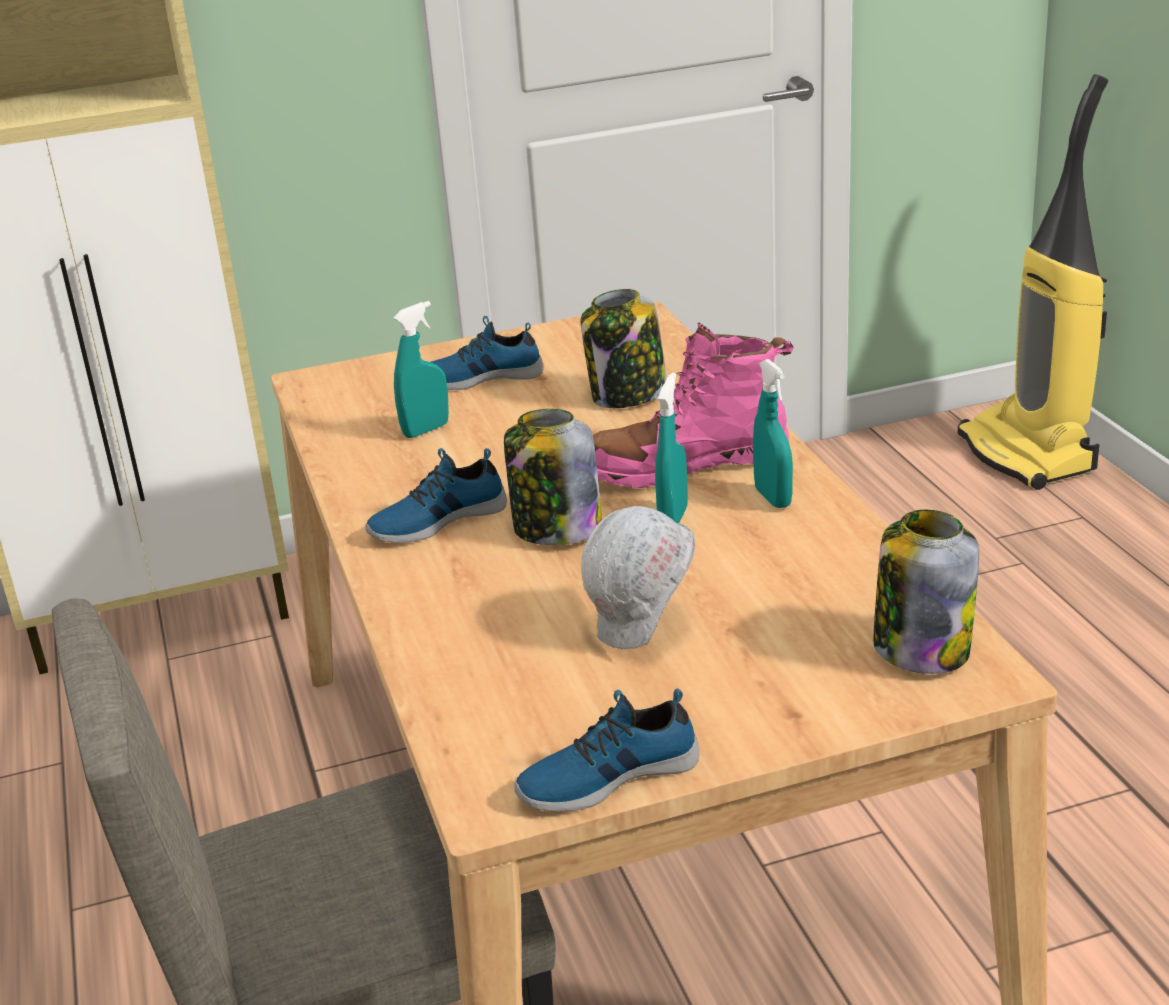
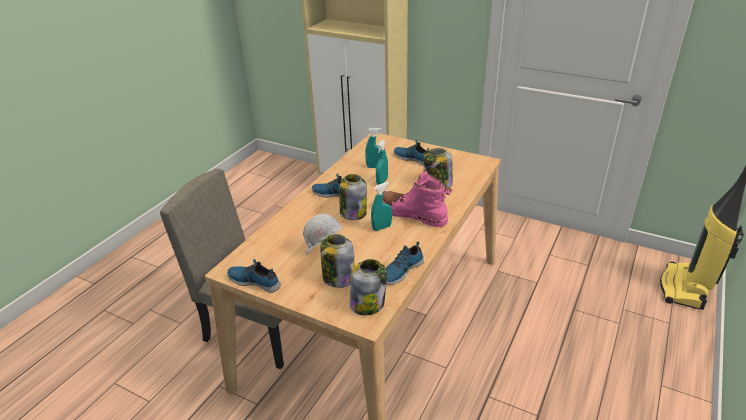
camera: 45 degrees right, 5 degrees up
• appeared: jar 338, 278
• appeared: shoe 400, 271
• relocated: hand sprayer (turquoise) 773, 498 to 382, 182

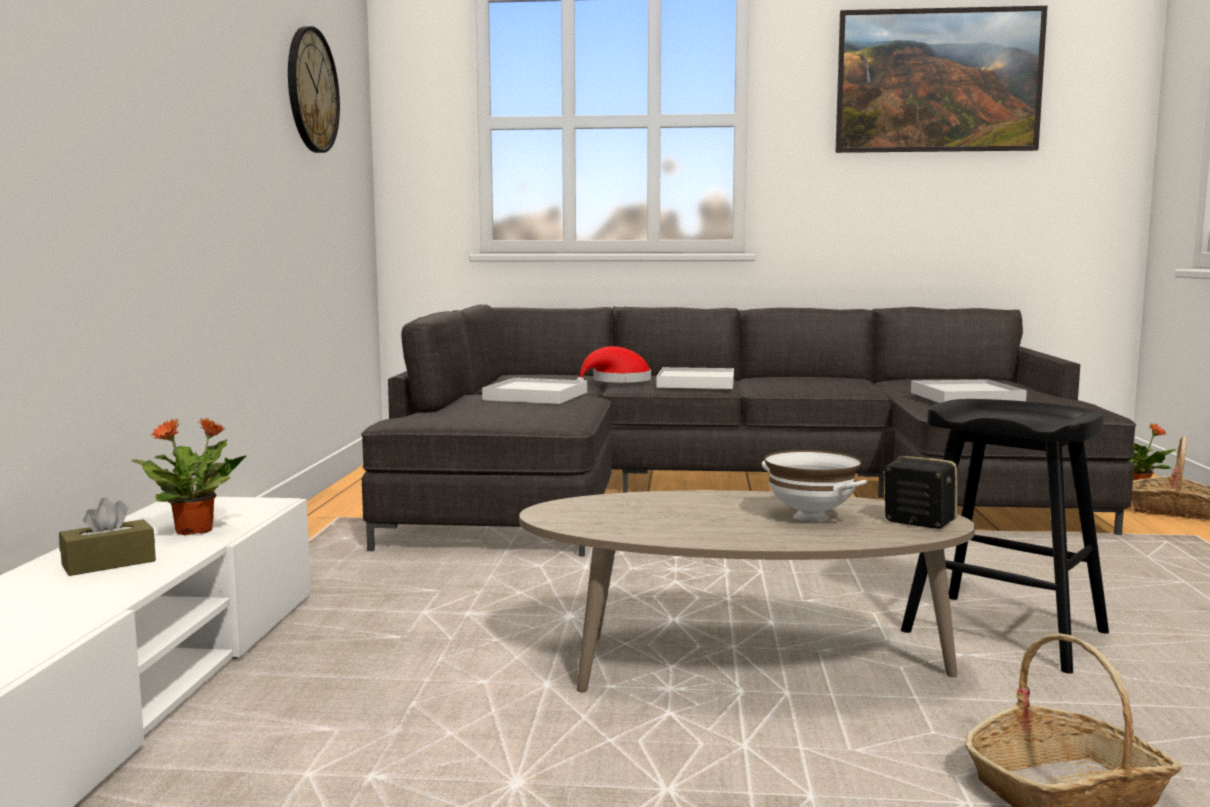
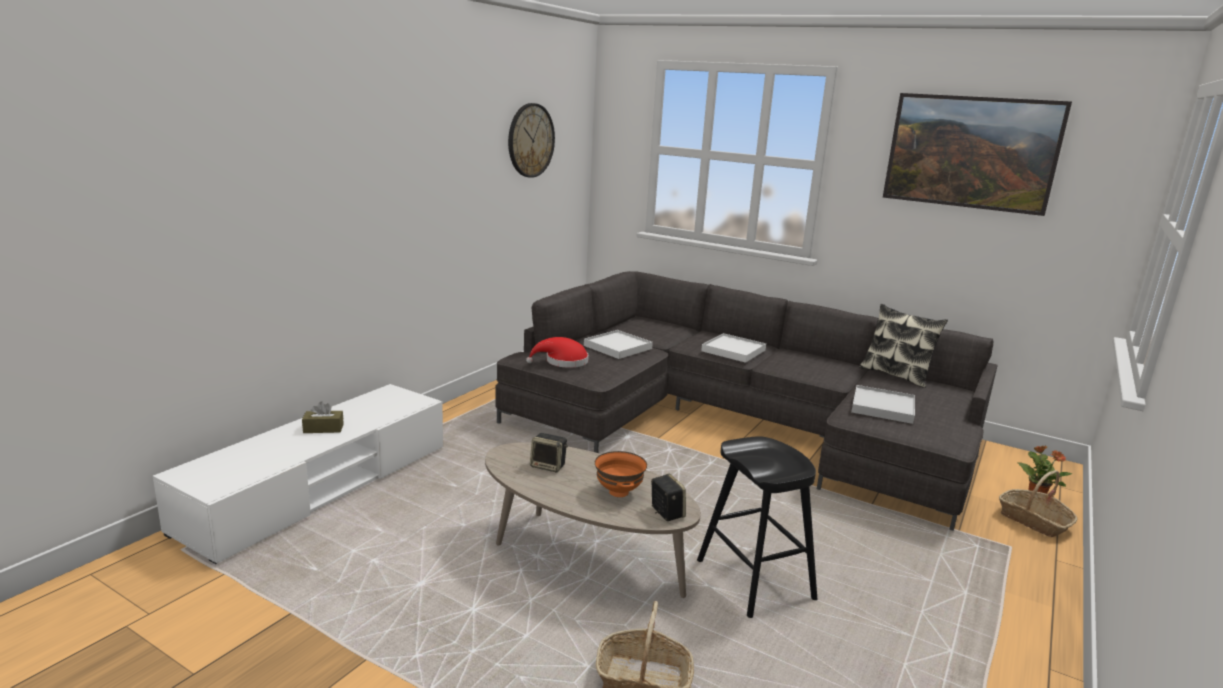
camera: 25 degrees right, 10 degrees up
• missing: potted plant 196, 530
• appeared: audio speaker 549, 466
• appeared: throw pillow 896, 375
• relocated: hat (reddish) 617, 382 to 563, 362
• colour: deep dish (white-coloured) 811, 517 to deep dish (orange) 619, 492

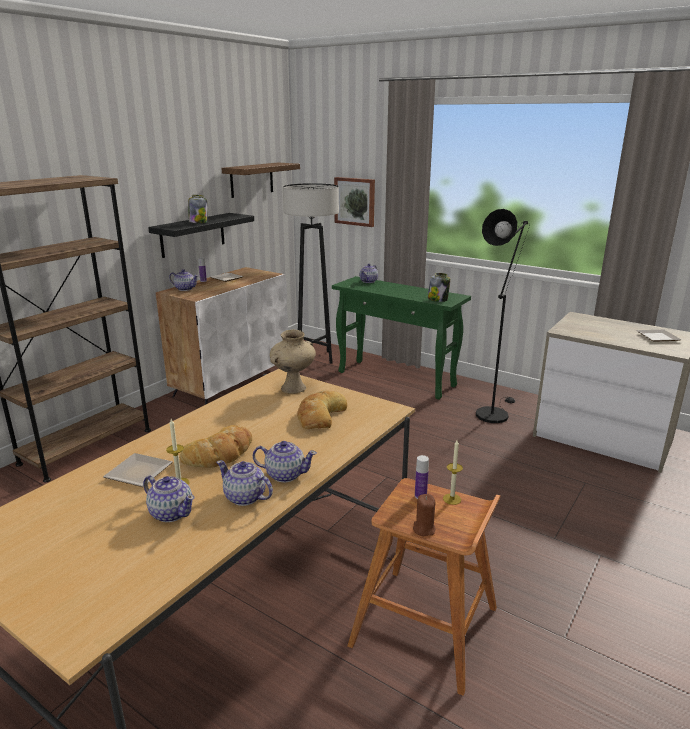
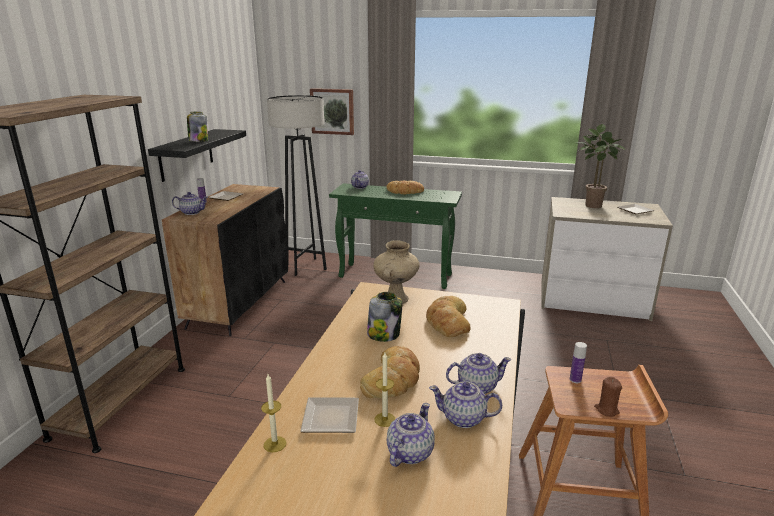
camera: 20 degrees left, 0 degrees up
• missing: shelf 251, 180
• missing: standing lamp (black-coloured) 493, 412
• appeared: baked bread 404, 191
• appeared: potted plant 590, 205
• relocated: jar 438, 299 to 384, 334
• relocated: candle 452, 499 to 275, 444
• colour: storage cabinet (white-coloured) 232, 382 to storage cabinet (black-coloured) 239, 303
• spun: pot for tea 171, 513 = 409, 453 75 degrees counterclockwise

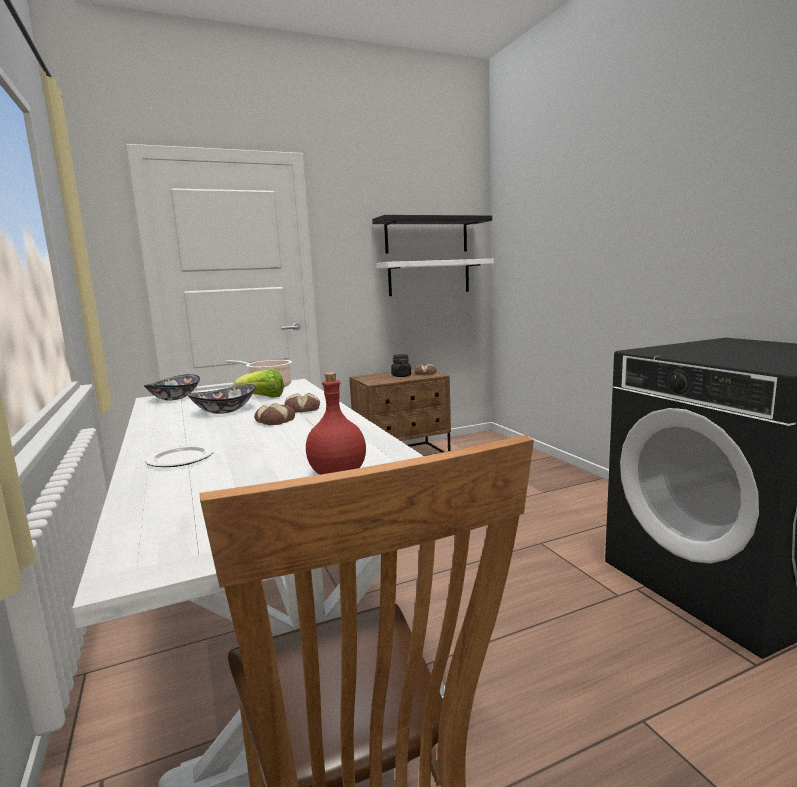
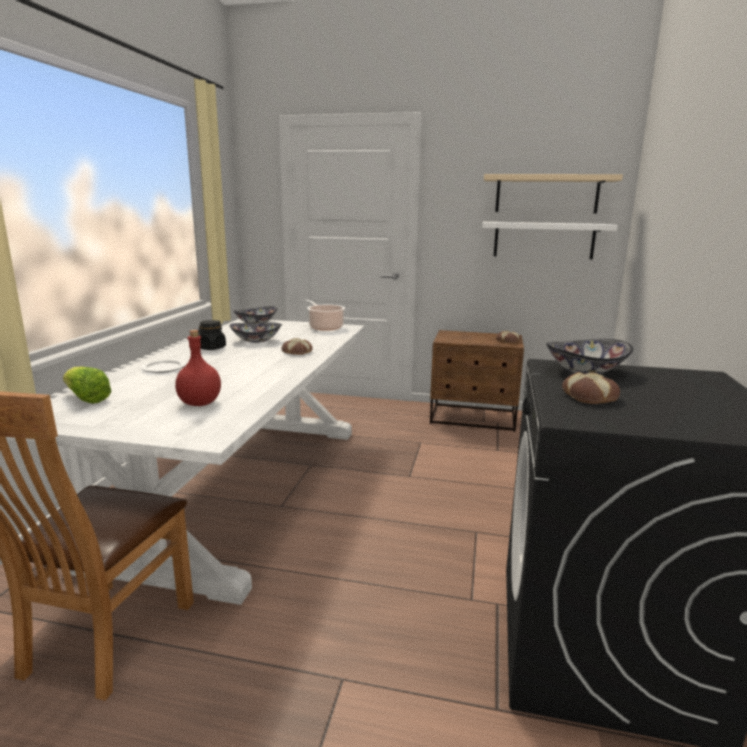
camera: 35 degrees right, 5 degrees up
• appeared: deep dish 585, 371
• relocated: lettuce head 262, 398 to 86, 399
• relocated: baked bread 276, 420 to 590, 396
• relocated: jar (black-coloured) 401, 376 to 211, 348
• colour: shelf (black-coloured) 426, 235 to shelf (sand-coloured) 546, 194

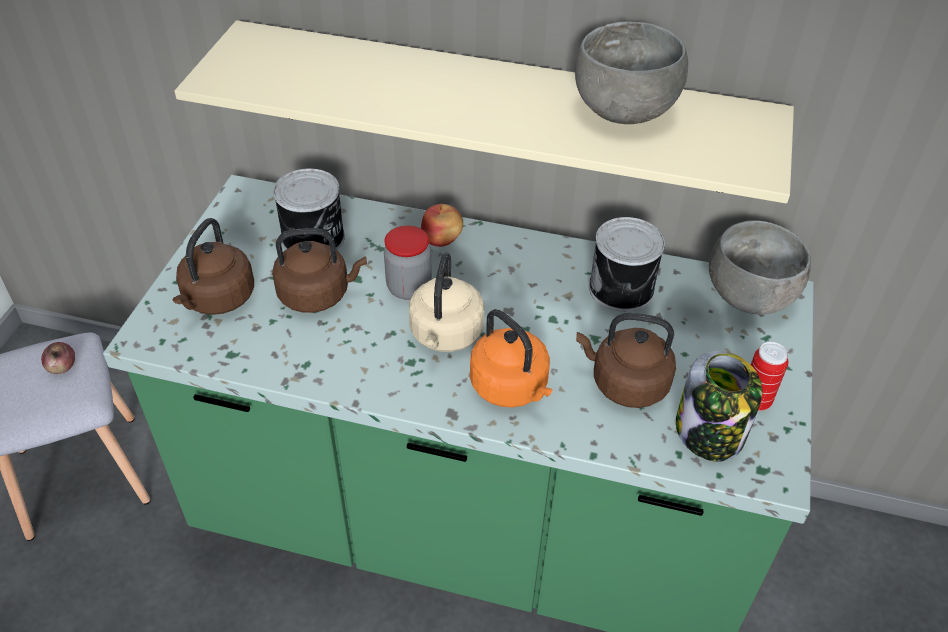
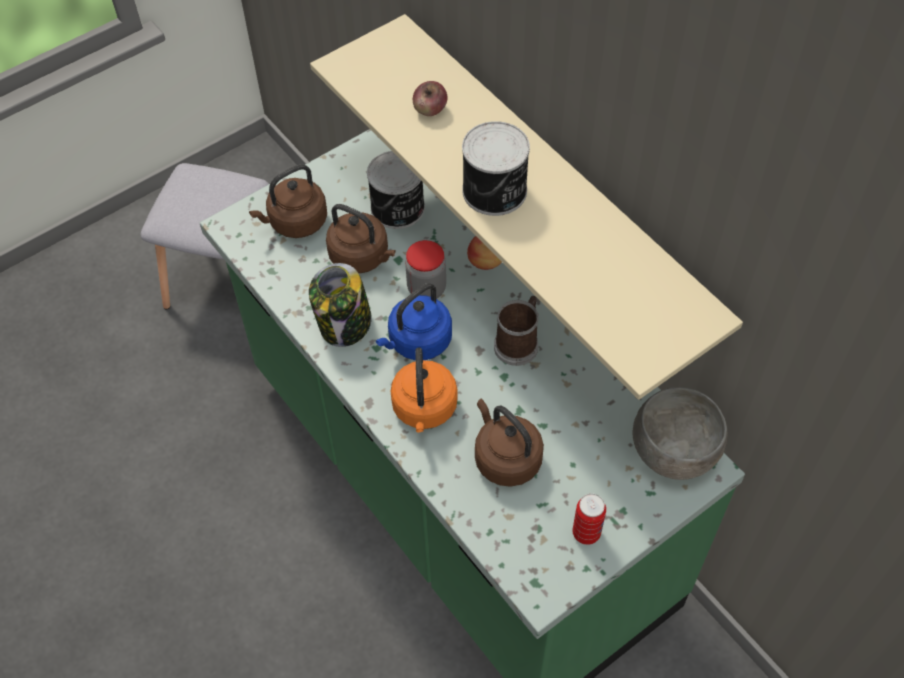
camera: 40 degrees right, 10 degrees up
• missing: deep dish (grey) 624, 111
• appeared: tea mug 519, 343
• relocated: apple 62, 367 to 430, 110
• relocated: sealed can 623, 288 to 496, 192
• relocated: jar 710, 433 to 344, 325
• colour: water kettle (sand-coloured) 445, 335 to water kettle (blue-coloured) 417, 342

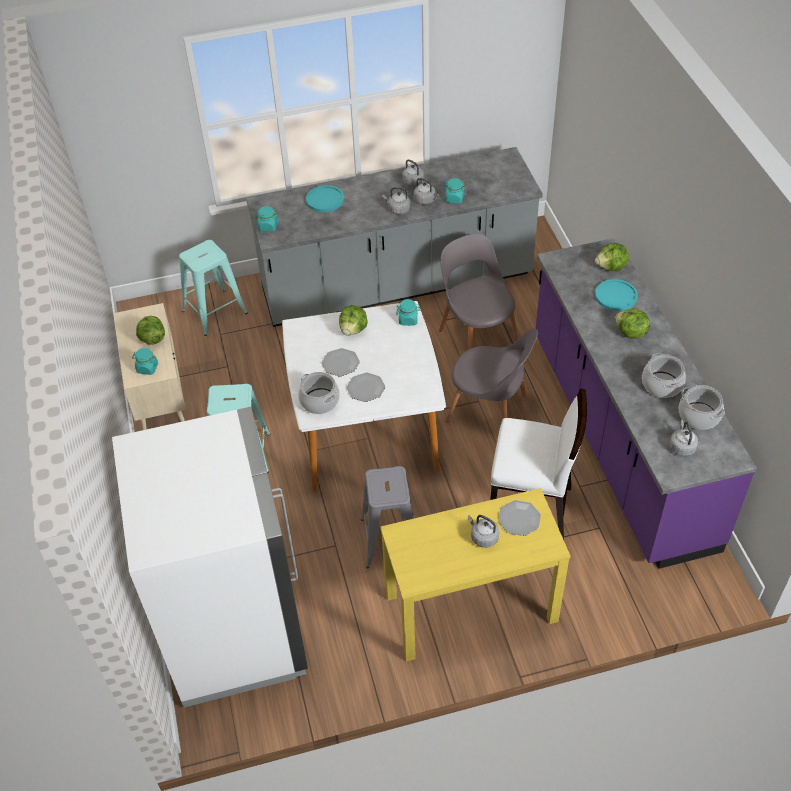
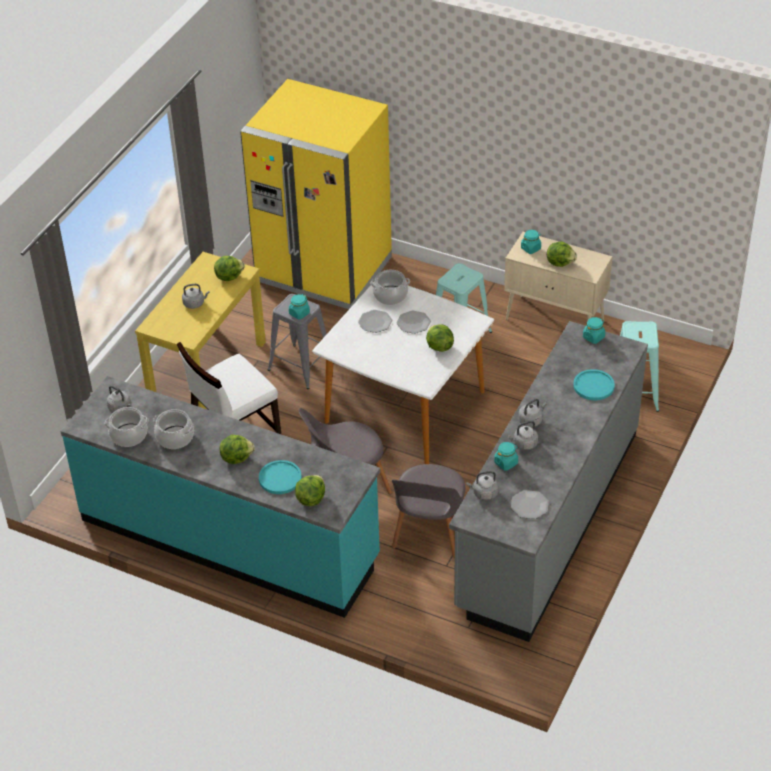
camera: 130 degrees right, 5 degrees down
• appeared: lettuce head 229, 276
• relocated: jar (turquoise) 408, 320 to 299, 313
• relocated: water kettle (grey) 414, 182 to 484, 493
• relocated: flat dish 519, 519 to 529, 505
• colour: fridge (white-coloured) 235, 628 to fridge (yellowish) 324, 270
• colour: kitchen base unit (purplish) 619, 440 to kitchen base unit (turquoise) 229, 539
• spun: chair (grey) 477, 336 = 429, 531 90 degrees clockwise

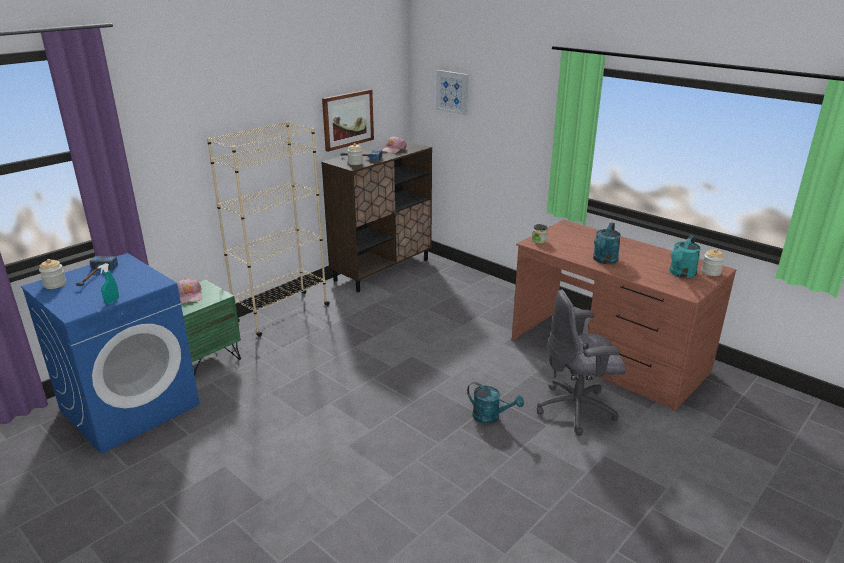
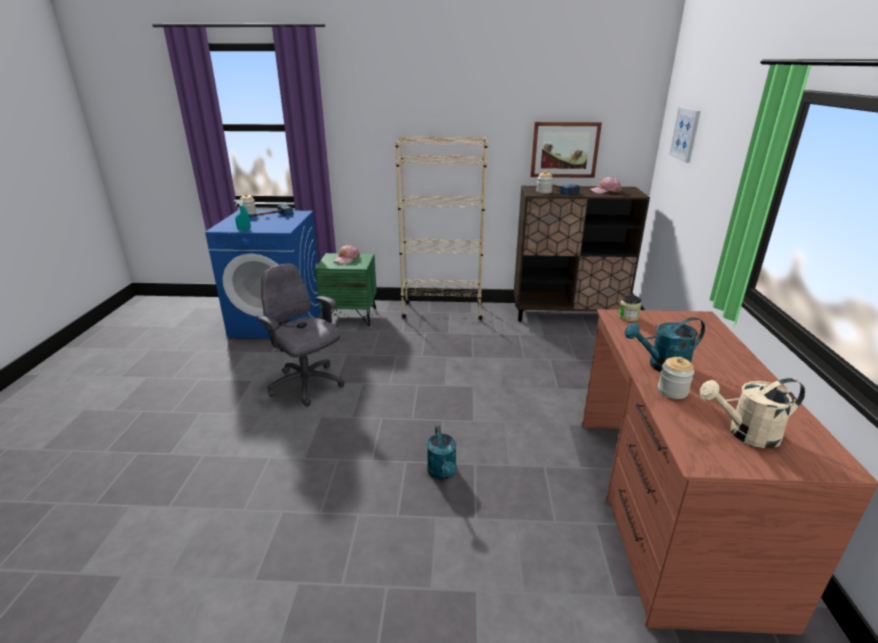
camera: 50 degrees right, 0 degrees up
• relocated: computer chair (grey) 577, 409 to 307, 385
• relocated: jar 710, 272 to 672, 391
• colour: sprinkling can (turquoise) 681, 274 to sprinkling can (sand-coloured) 745, 434

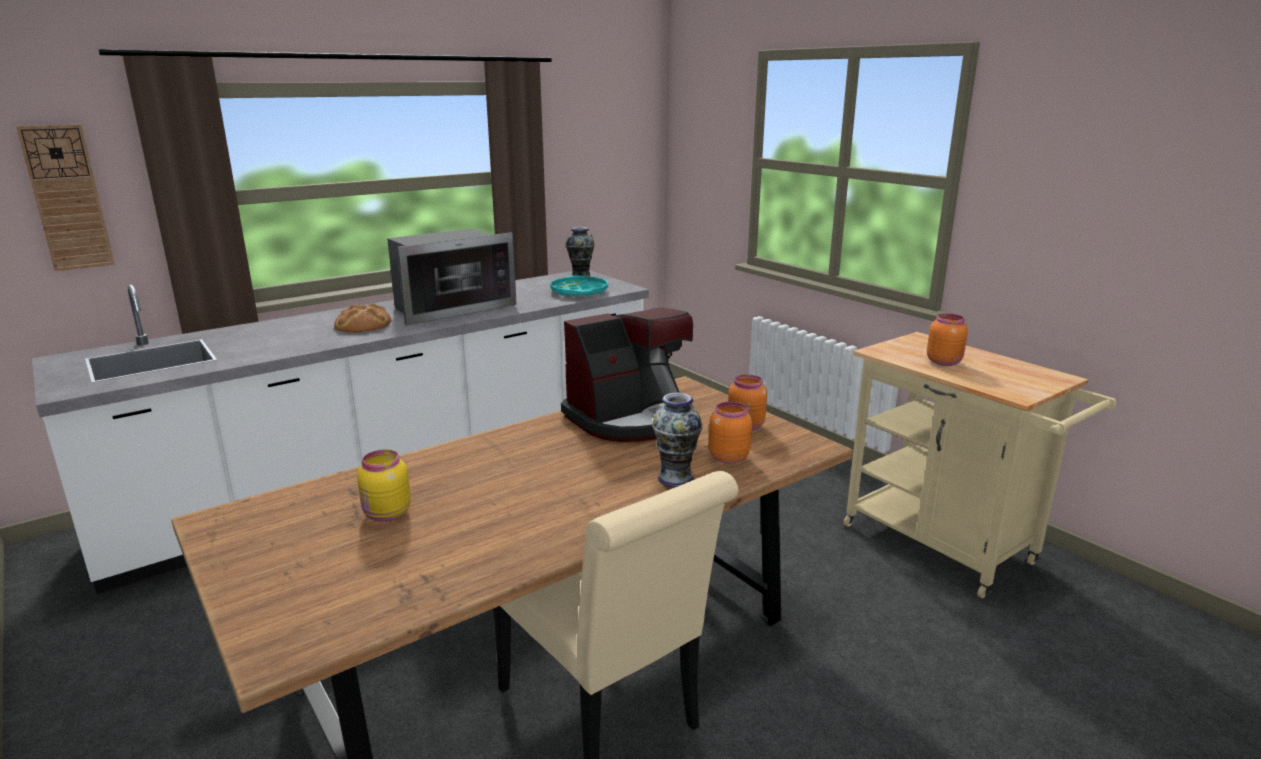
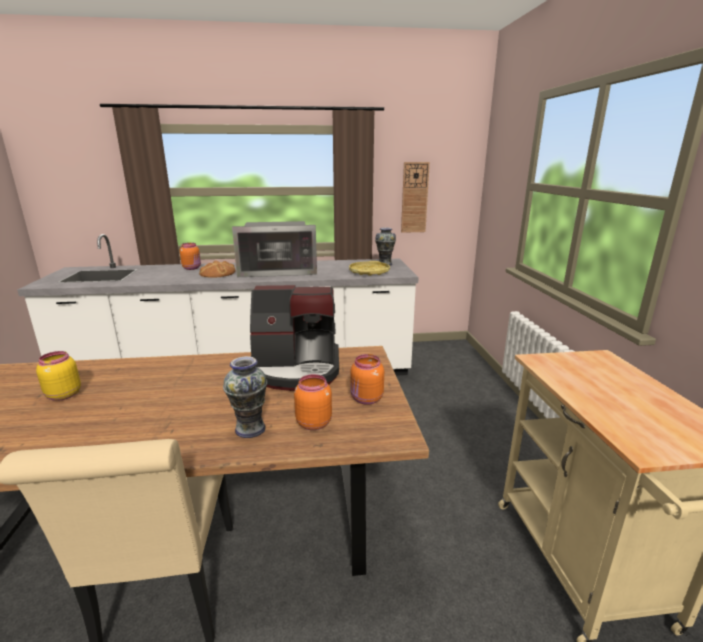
camera: 30 degrees right, 0 degrees up
• relocated: wall clock 67, 198 to 414, 198
• relocated: jar (orange) 944, 361 to 192, 268
• colour: carrying tray (turquoise) 579, 292 to carrying tray (yellowish) 369, 272

